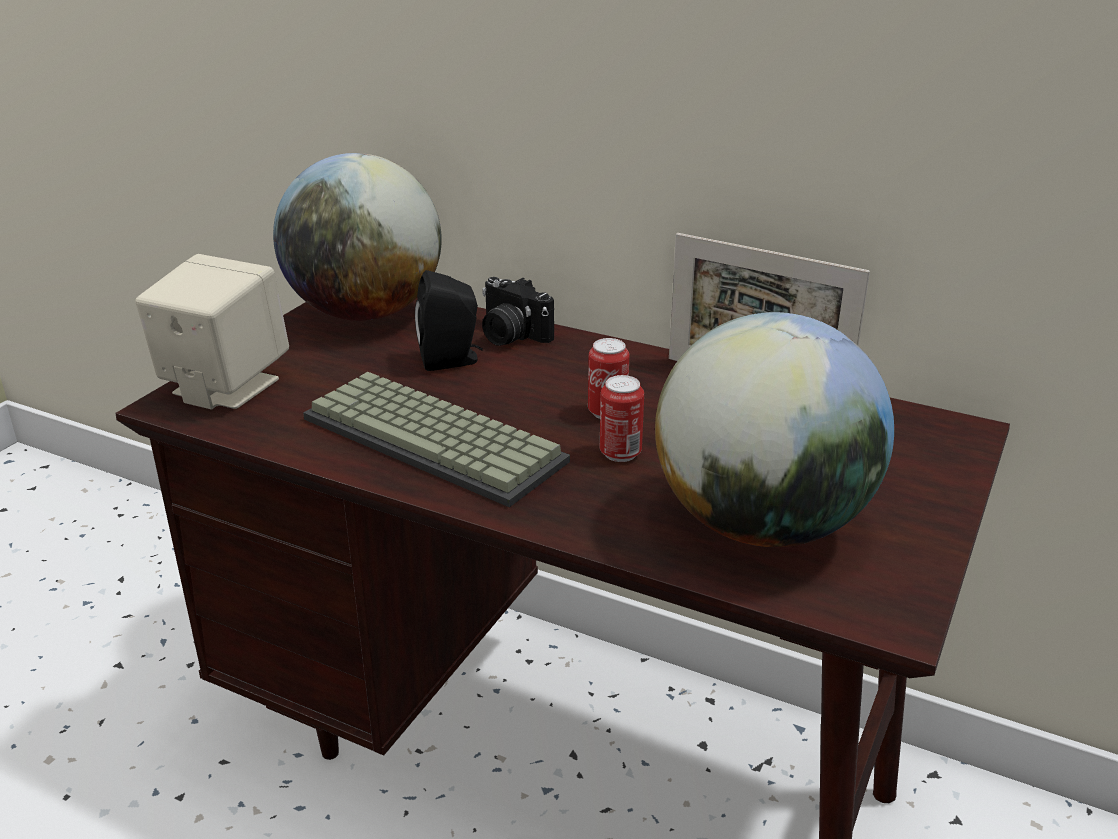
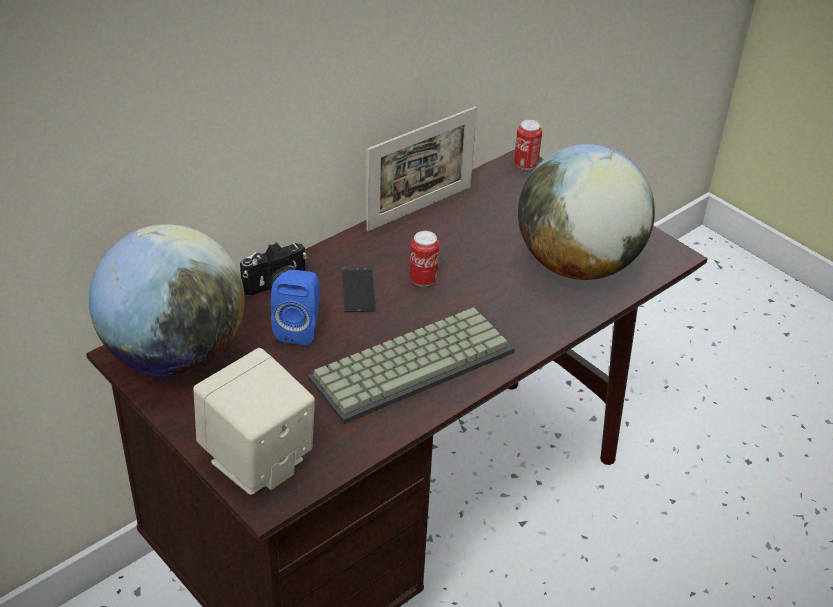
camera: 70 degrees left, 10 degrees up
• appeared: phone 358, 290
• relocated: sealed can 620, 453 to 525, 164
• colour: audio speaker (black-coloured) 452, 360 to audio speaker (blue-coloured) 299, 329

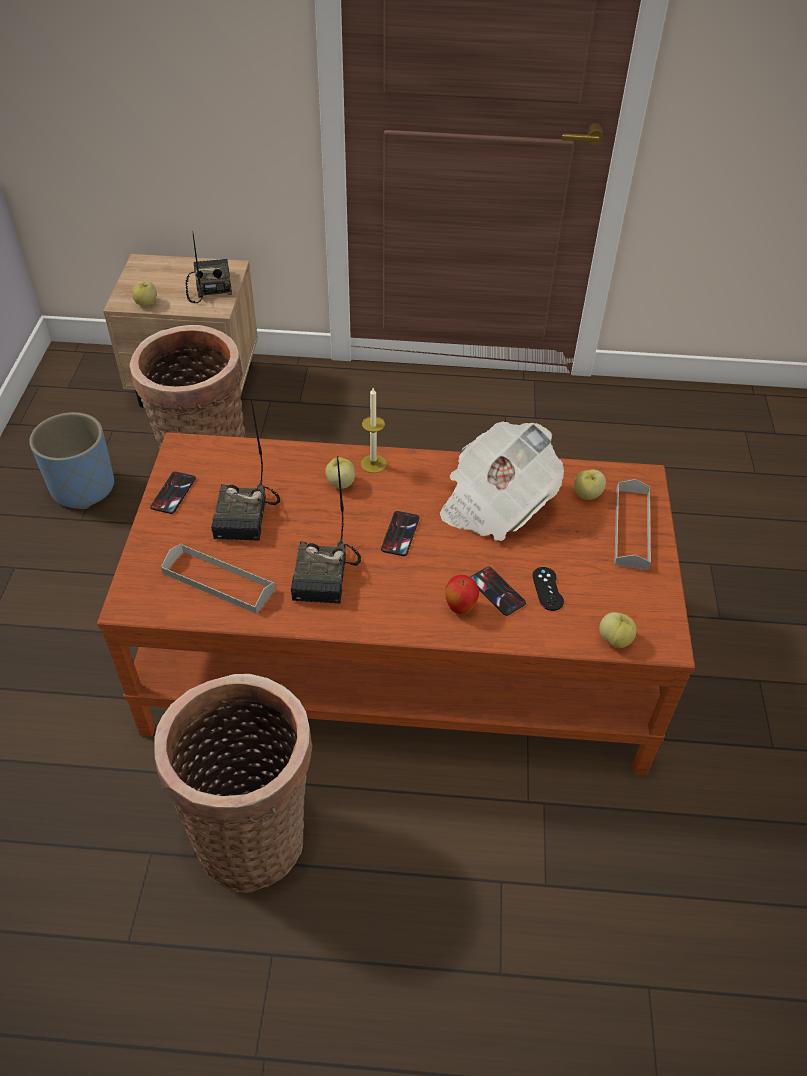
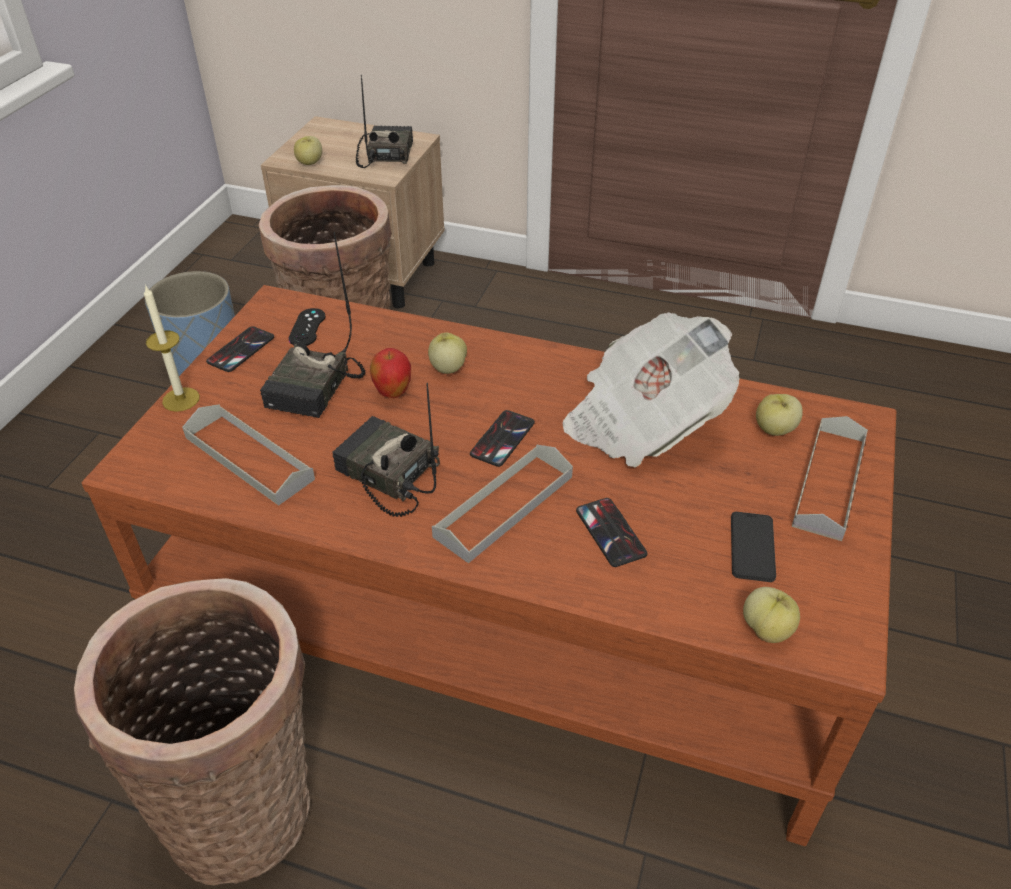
camera: 15 degrees right, 5 degrees down
• appeared: carrying tray (grey) 504, 506
• appeared: phone 752, 547
• relocated: candle 373, 464 to 181, 399
• relocated: apple 460, 608 to 393, 393
• relocated: gamepad (black-coloured) 547, 589 to 307, 327
• spun: radio receiver 326, 576 = 386, 475 105 degrees clockwise

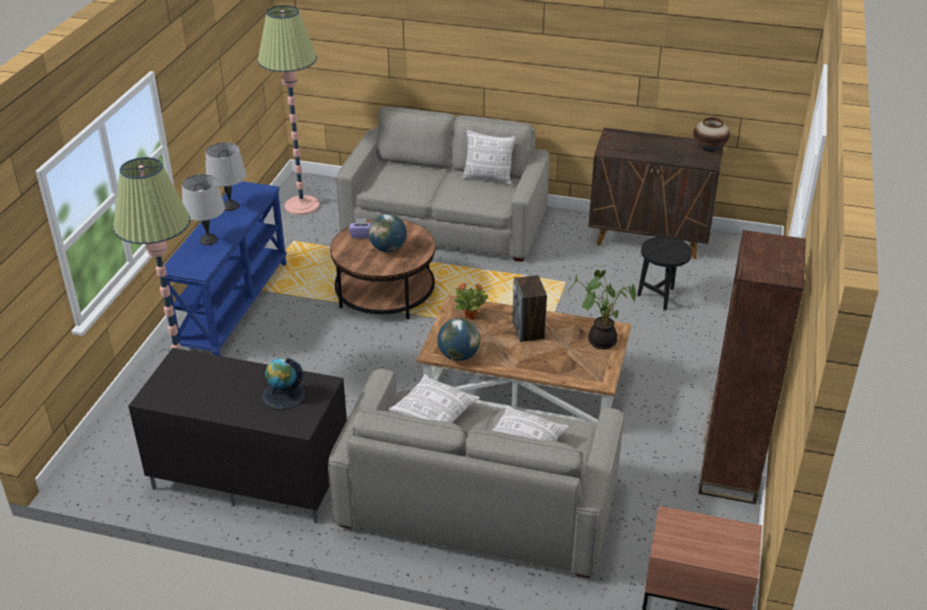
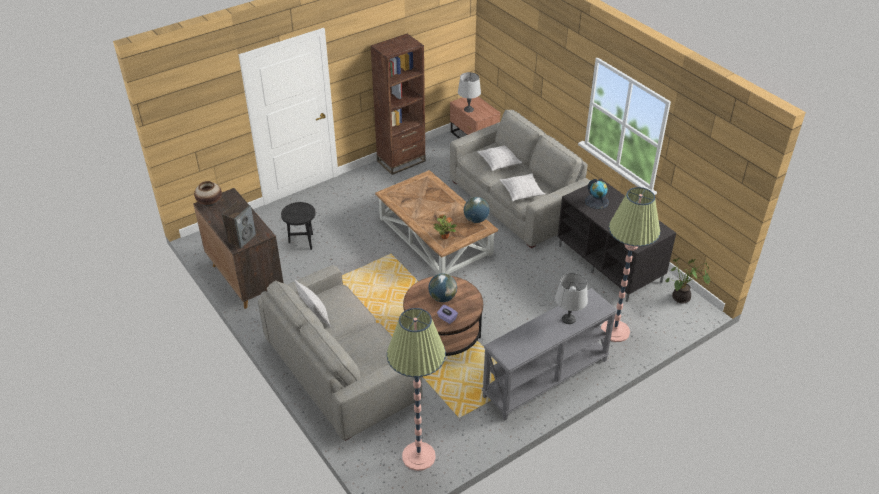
camera: 140 degrees left, 5 degrees up
• relocated: table lamp (grey) 230, 206 to 469, 109
• relocated: audio speaker 528, 330 to 242, 238
• relocated: potted plant 601, 340 to 681, 299
• colour: console table (blue-coloured) 233, 306 to console table (grey) 546, 379

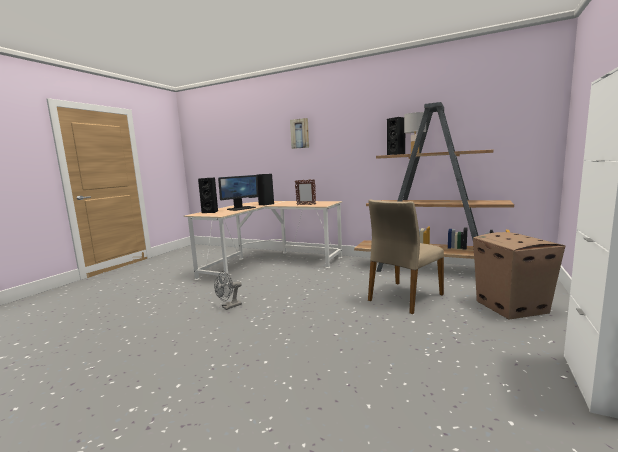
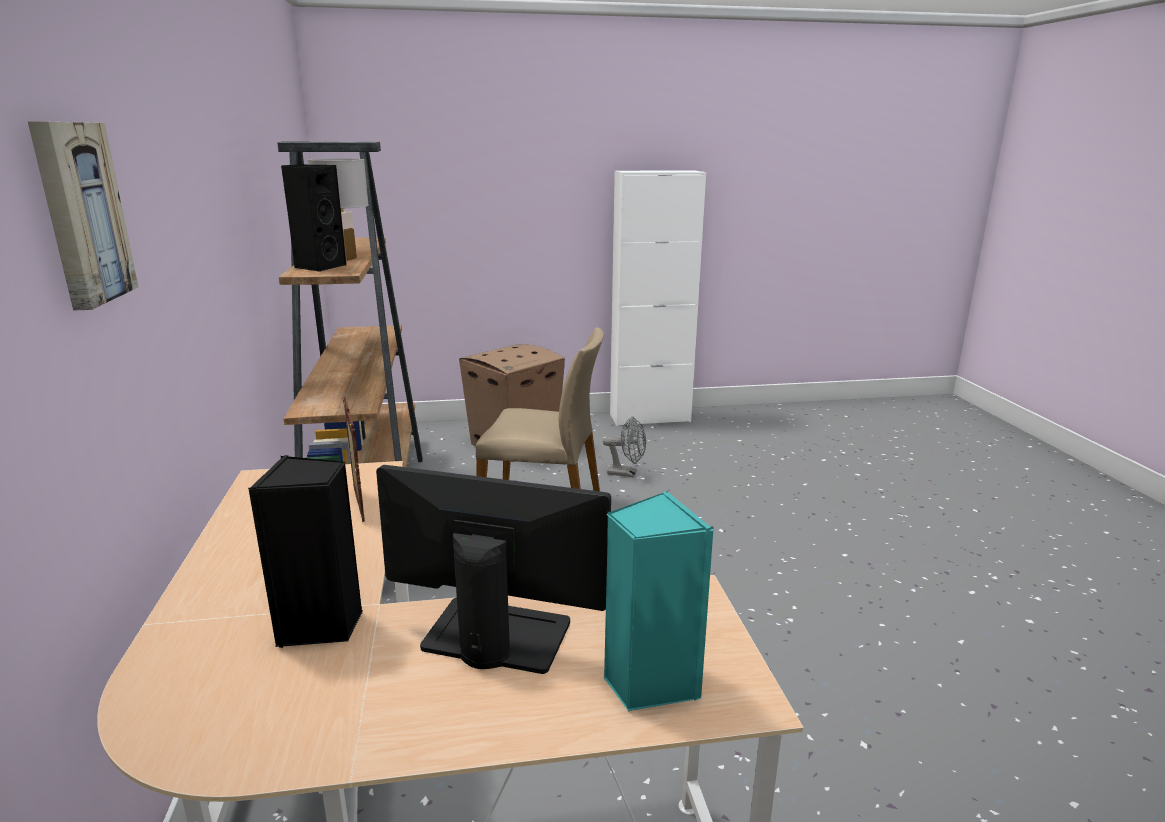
camera: 125 degrees left, 10 degrees up
• relocated: fan (grey) 229, 307 to 627, 473
• colour: audio speaker (black-coloured) 211, 212 to audio speaker (turquoise) 648, 683

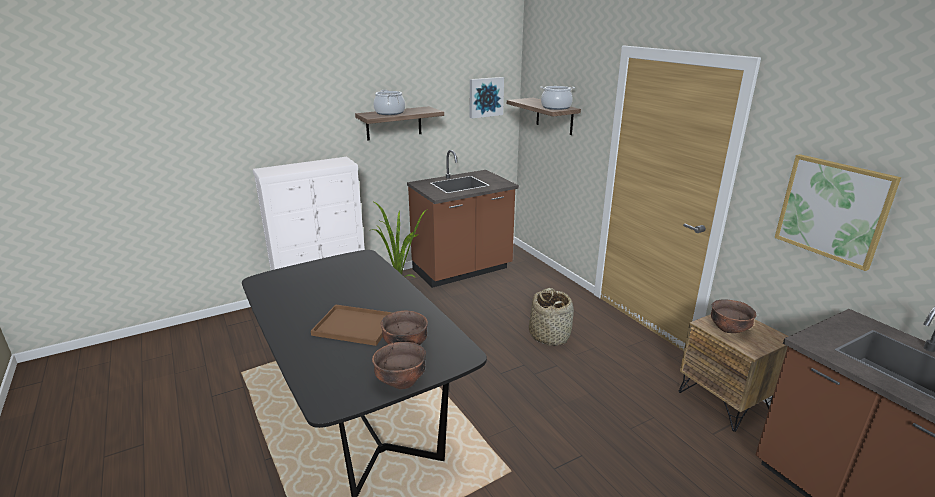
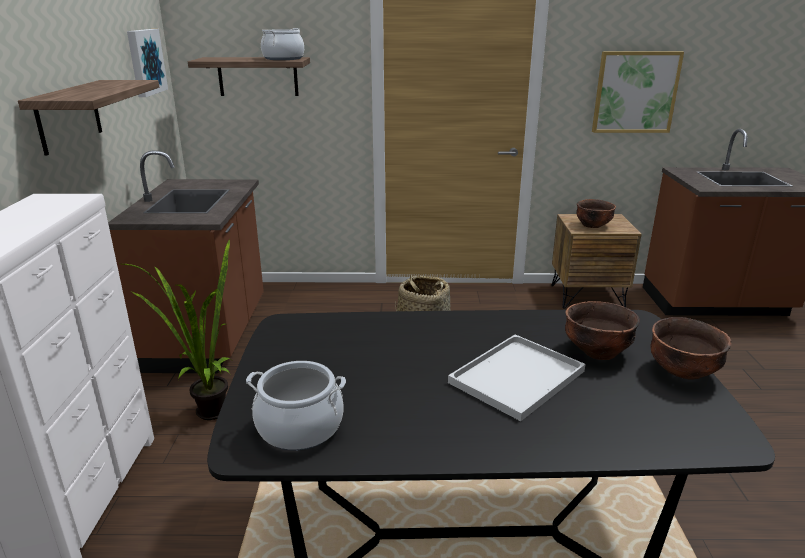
camera: 60 degrees left, 0 degrees up
• relocated: cooking pot 389, 113 to 300, 427
• colour: carrying tray (brown) 356, 326 to carrying tray (white-coloured) 517, 375

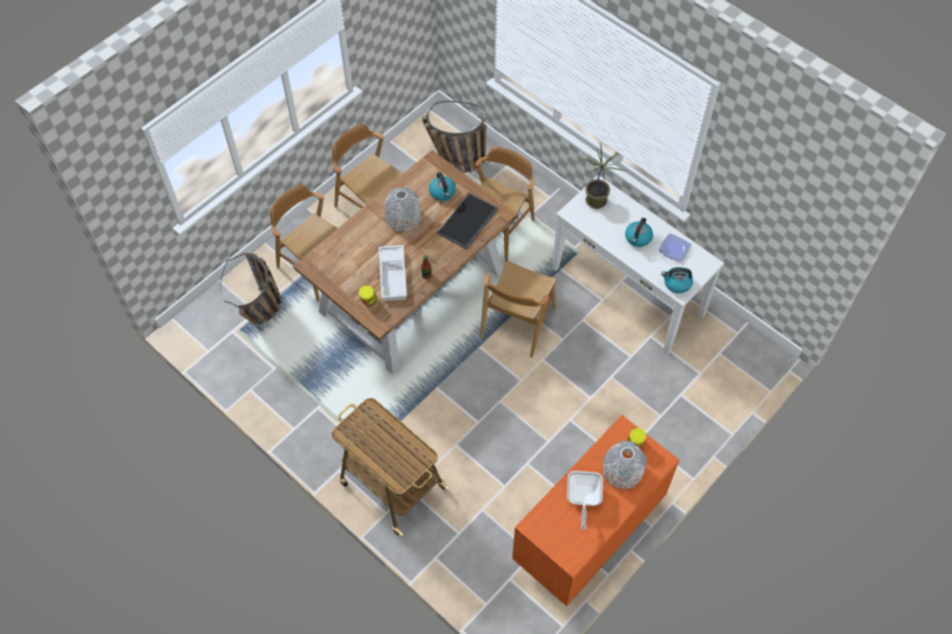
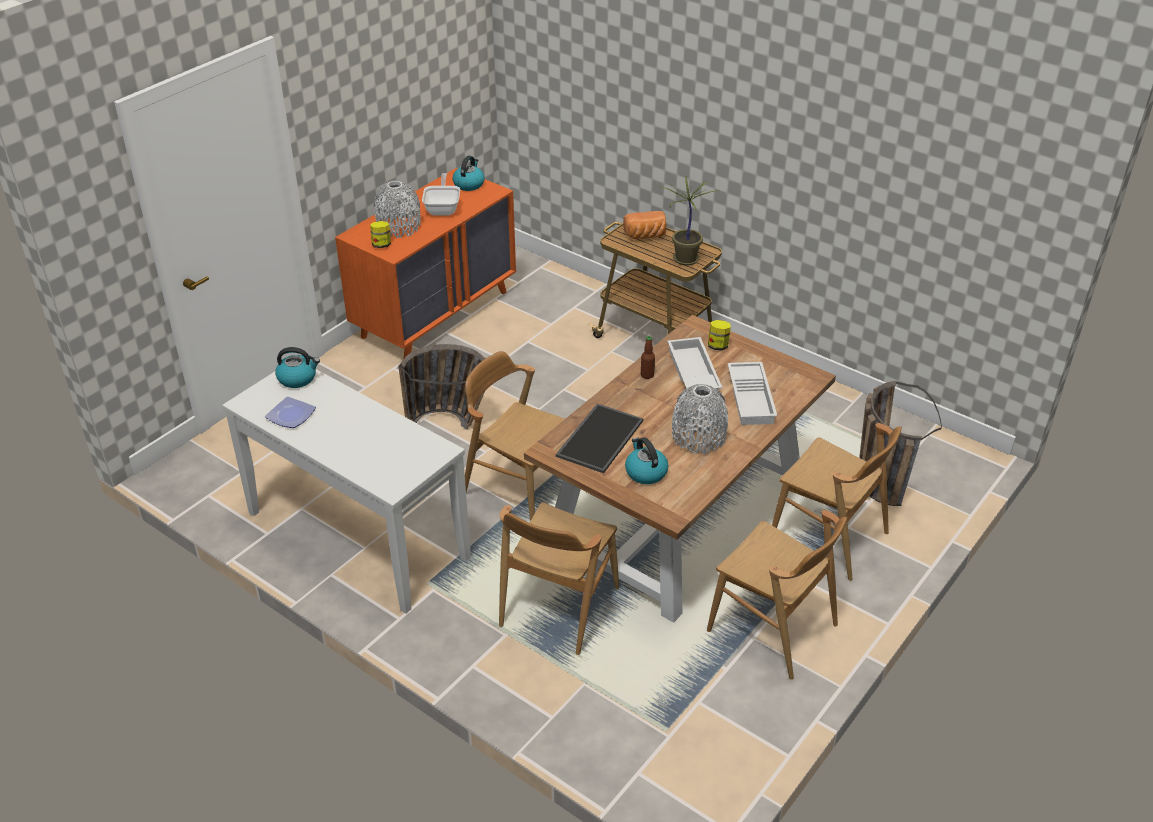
camera: 175 degrees right, 20 degrees down
• appeared: baked bread 645, 236
• appeared: carrying tray (white-coloured) 752, 398
• relocated: storage basket 453, 161 to 452, 423
• relocated: potted plant 596, 200 to 685, 260
• relocated: water kettle 638, 238 to 469, 184
• spun: chair (brown) 517, 323 = 520, 487 75 degrees counterclockwise

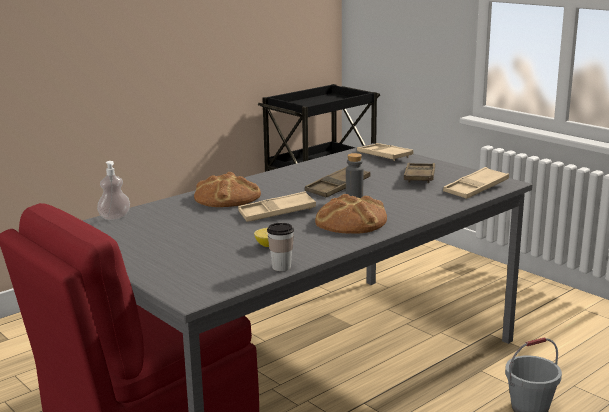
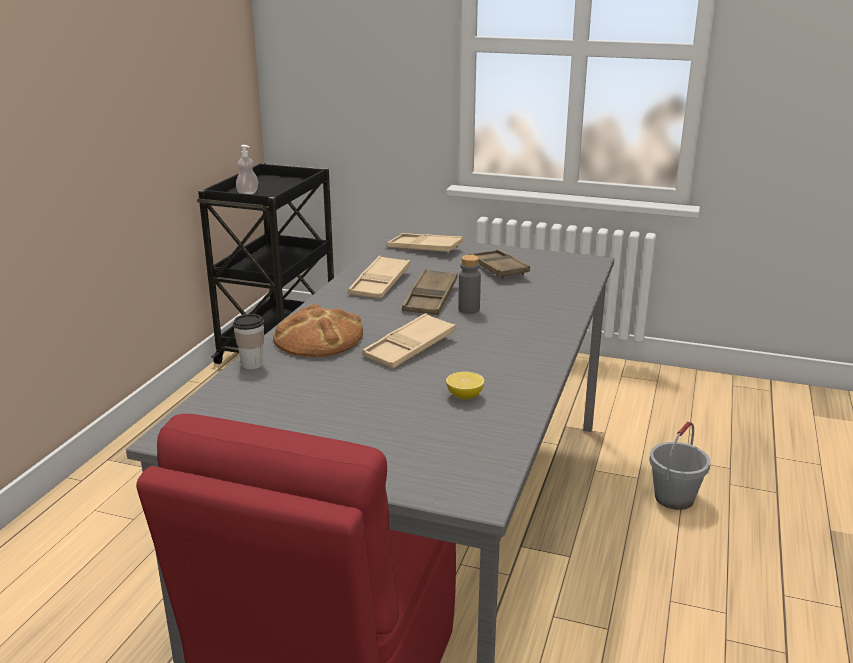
camera: 30 degrees left, 5 degrees up
• missing: baked bread 351, 221
• relocated: soap dispenser 115, 217 to 248, 193
• relocated: drinking cup 281, 267 to 252, 364
• relocated: carrying tray (sand-coloured) 476, 188 to 380, 283

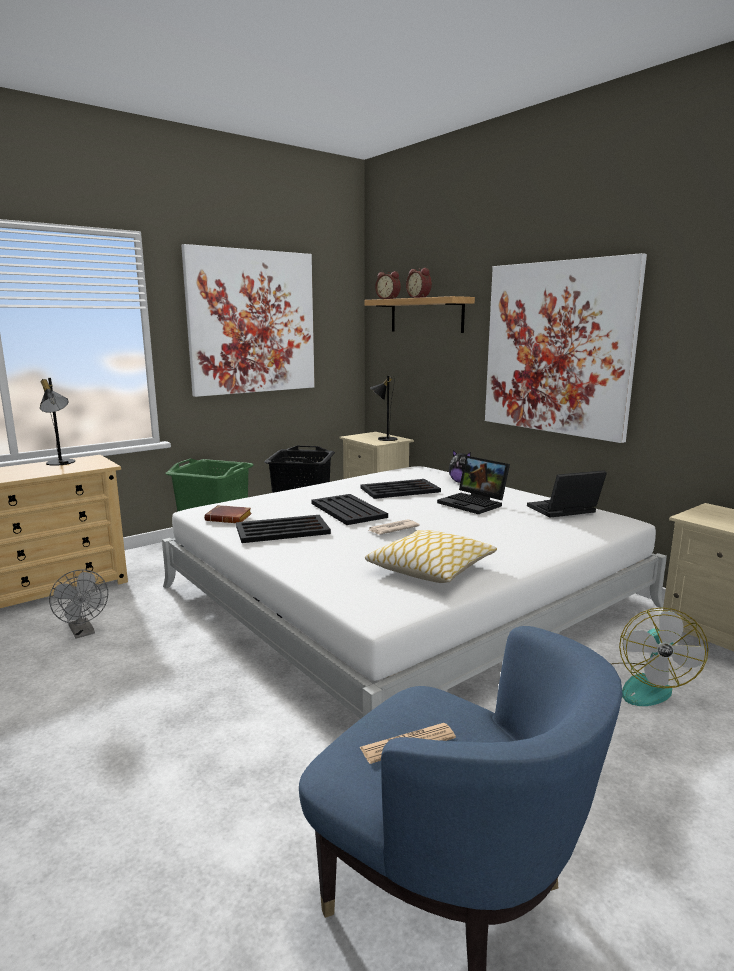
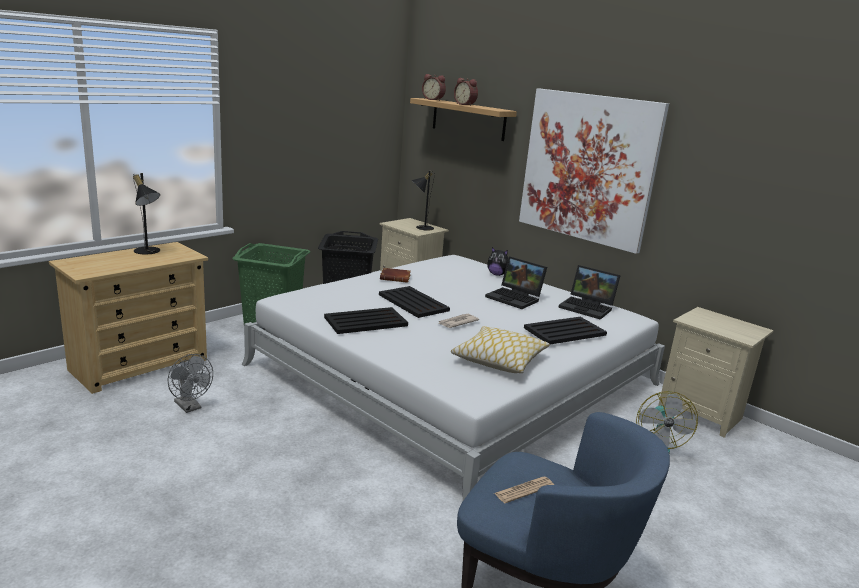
camera: 10 degrees left, 5 degrees up
• missing: picture 252, 322
• relocated: volume (brown) 230, 518 to 396, 278
• relocated: carrying tray (black-coloured) 399, 490 to 564, 331
• spun: laptop 563, 511 = 588, 307 120 degrees counterclockwise

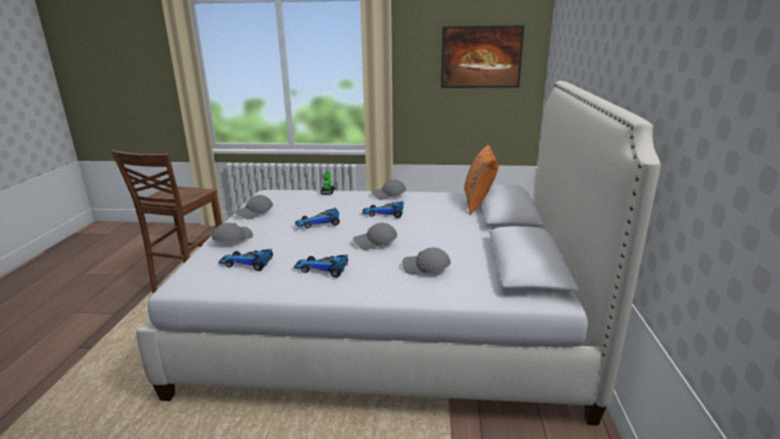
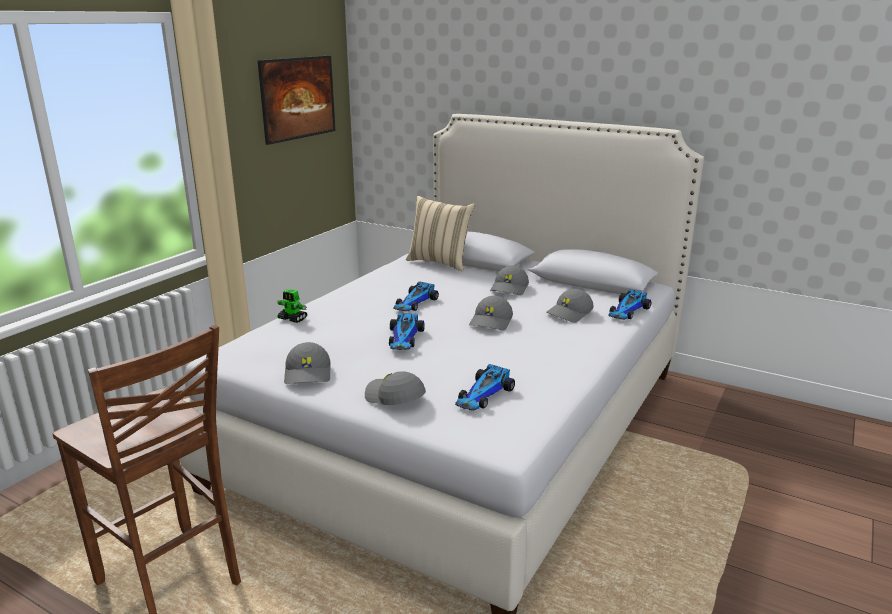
camera: 65 degrees left, 0 degrees up
• relocated: model car 323, 269 to 627, 311
• relocated: baseball cap (grey) 388, 195 to 510, 289
• colour: throw pillow (orange) 479, 204 to throw pillow (sand-coloured) 440, 262

